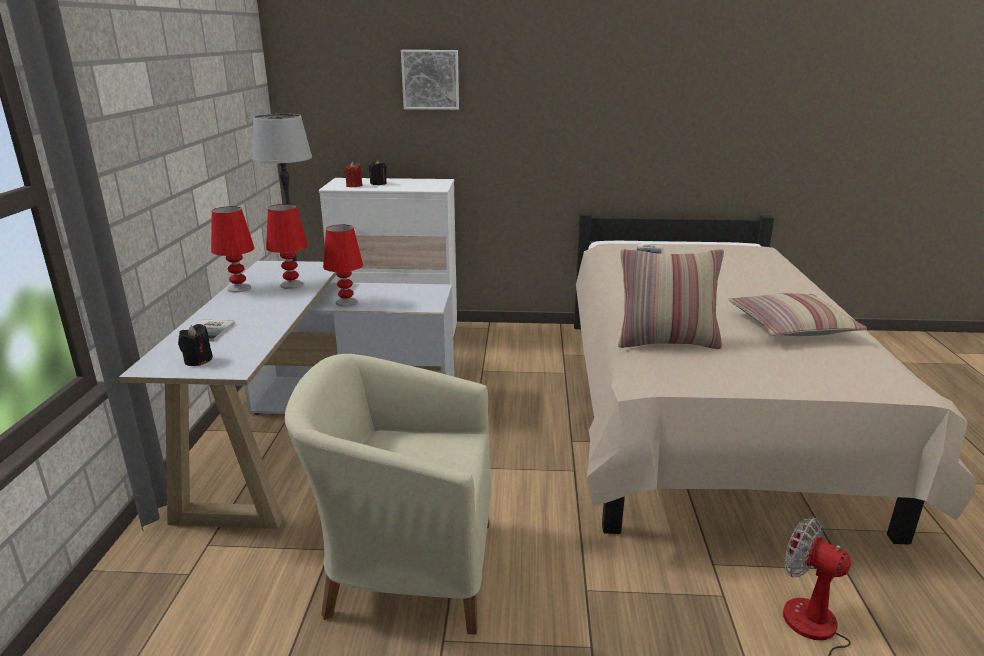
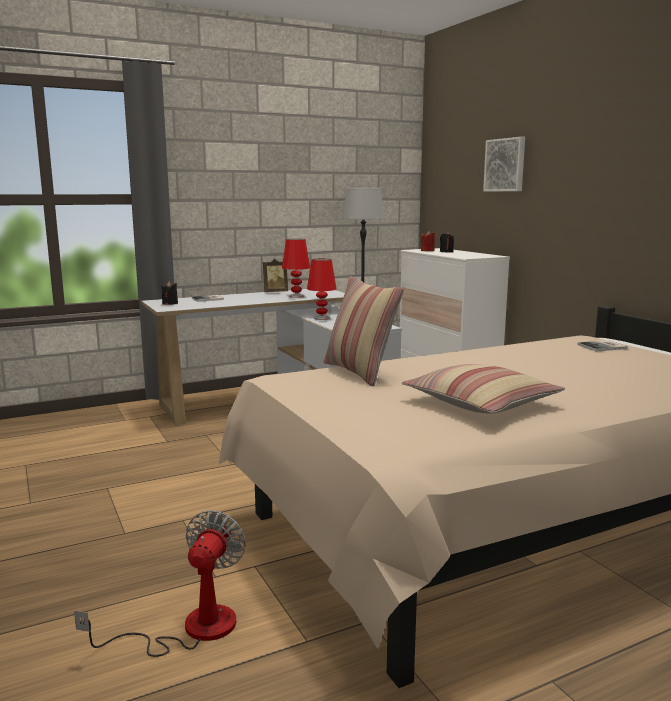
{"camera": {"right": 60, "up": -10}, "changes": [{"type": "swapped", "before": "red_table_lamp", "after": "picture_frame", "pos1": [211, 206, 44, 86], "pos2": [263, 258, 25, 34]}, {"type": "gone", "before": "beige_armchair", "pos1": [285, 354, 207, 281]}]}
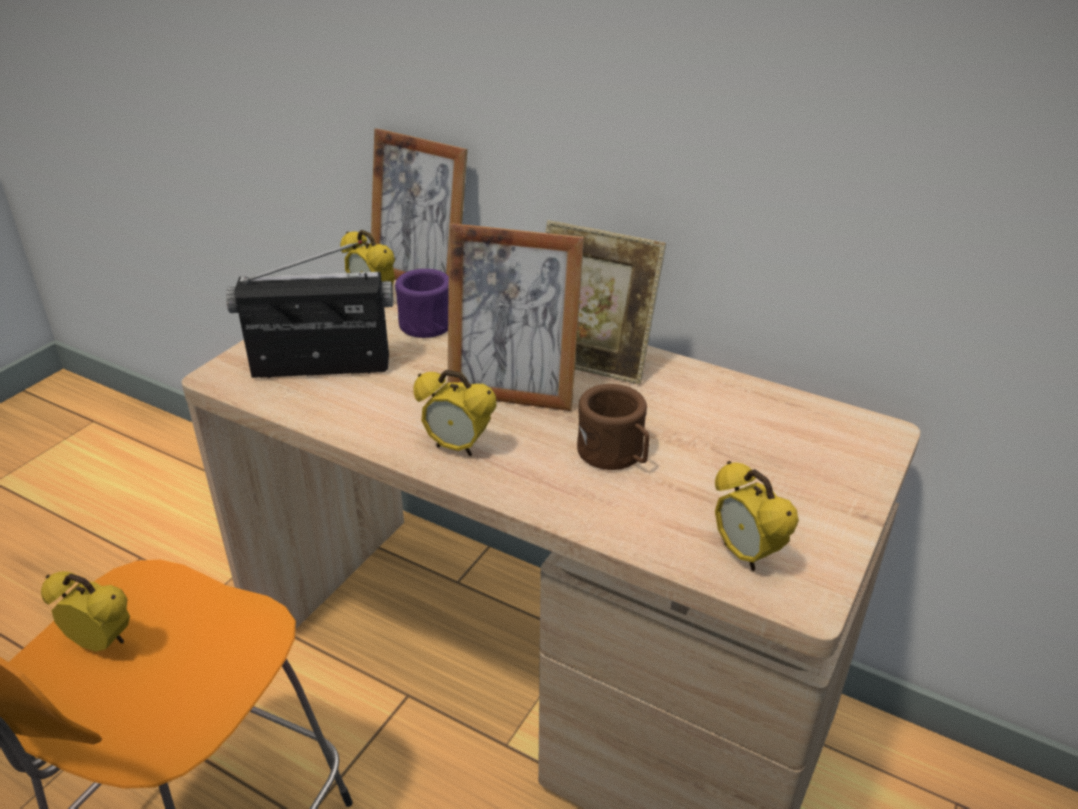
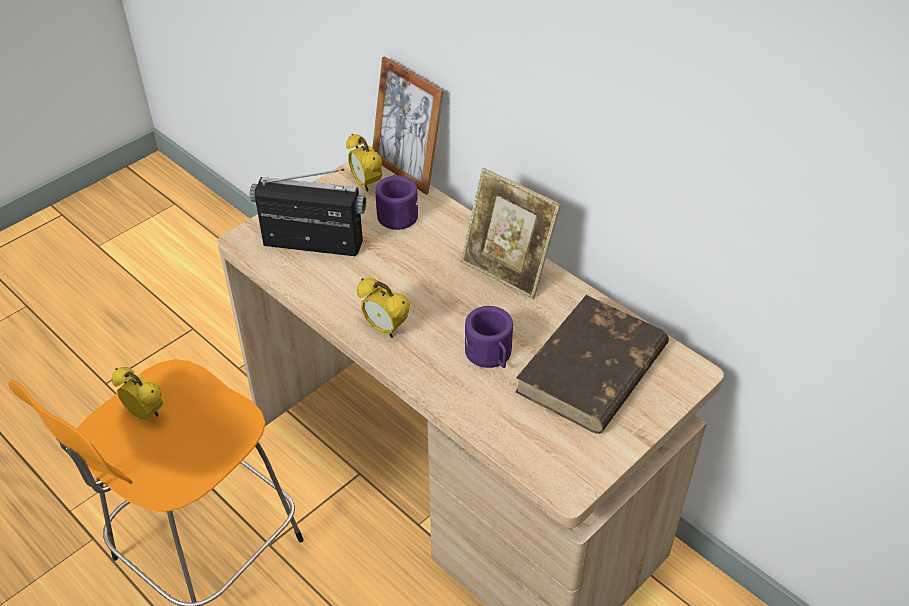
{"camera": {"right": 15, "up": 10}, "changes": [{"type": "gone", "before": "picture_frame", "pos1": [447, 223, 137, 188]}, {"type": "repainted", "before": "brown_mug", "after": "purple_mug", "pos1": [577, 384, 72, 86], "pos2": [465, 306, 48, 62]}, {"type": "gone", "before": "alarm_clock", "pos1": [715, 461, 84, 110]}, {"type": "new", "after": "brown_book", "pos2": [515, 295, 154, 139]}]}
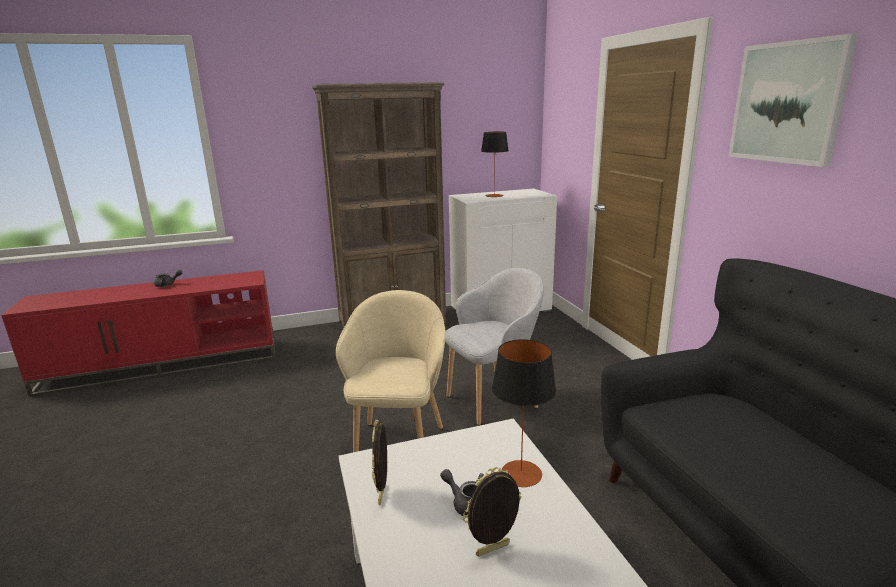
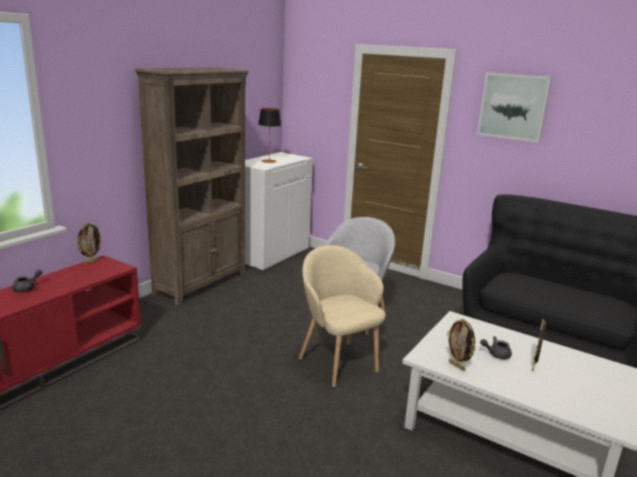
{"camera": {"right": -40, "up": 0}, "changes": [{"type": "gone", "before": "table_lamp", "pos1": [492, 339, 64, 148]}, {"type": "new", "after": "picture_frame", "pos2": [77, 222, 26, 42]}]}
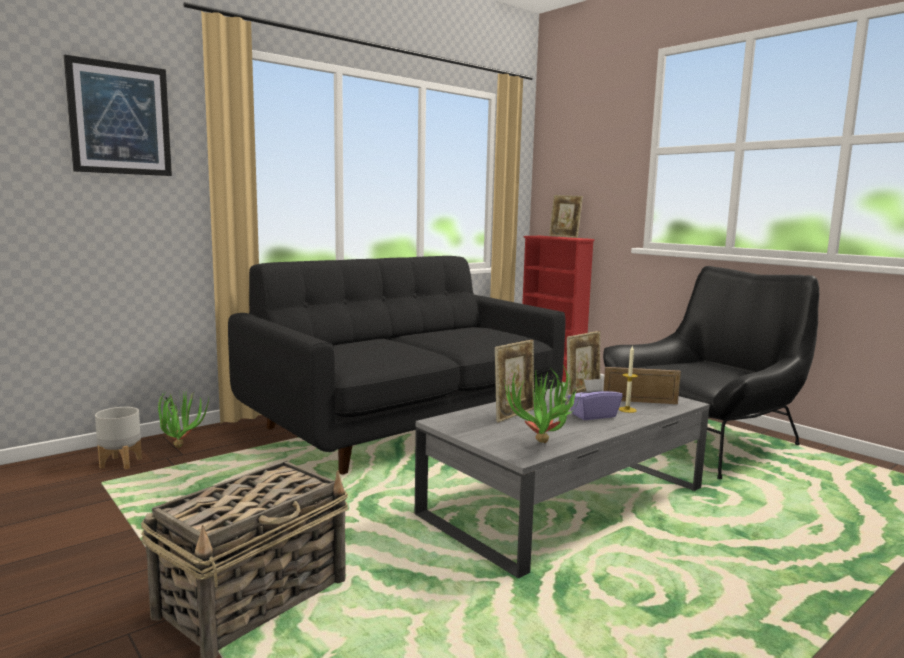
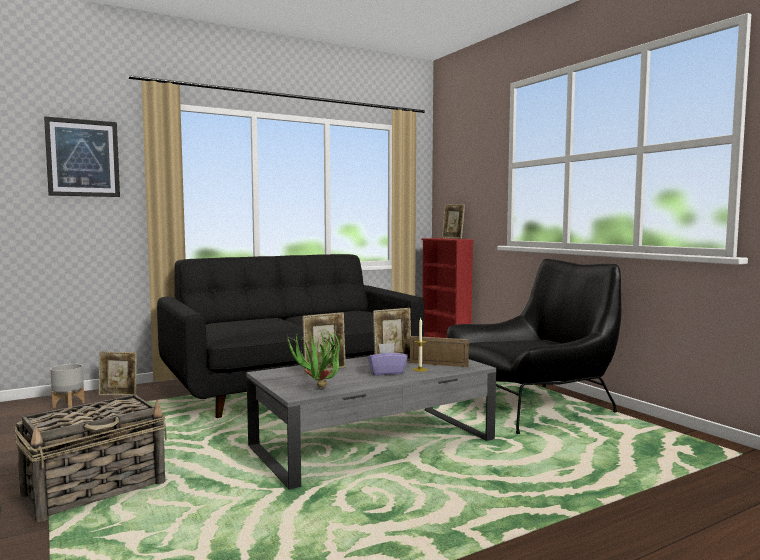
{"camera": {"right": 10, "up": -5}, "changes": [{"type": "swapped", "before": "potted_plant", "after": "picture_frame", "pos1": [158, 390, 51, 58], "pos2": [99, 351, 38, 45]}]}
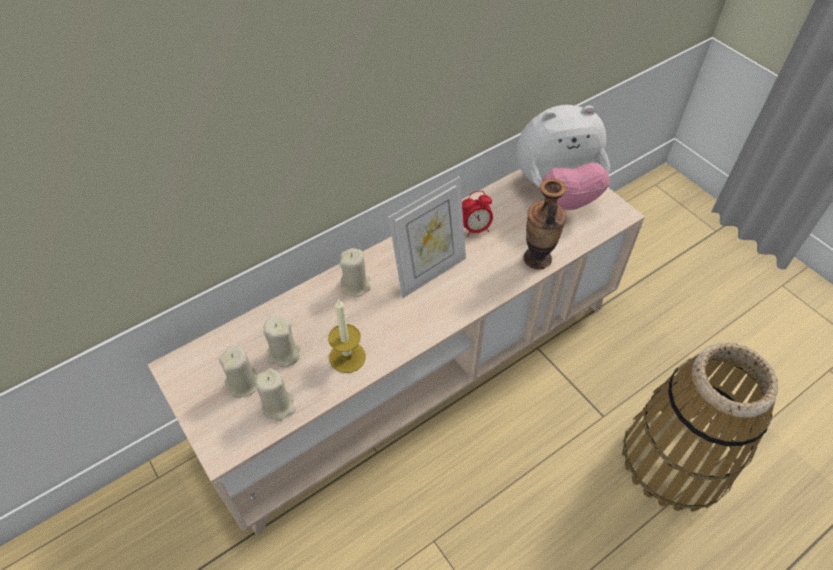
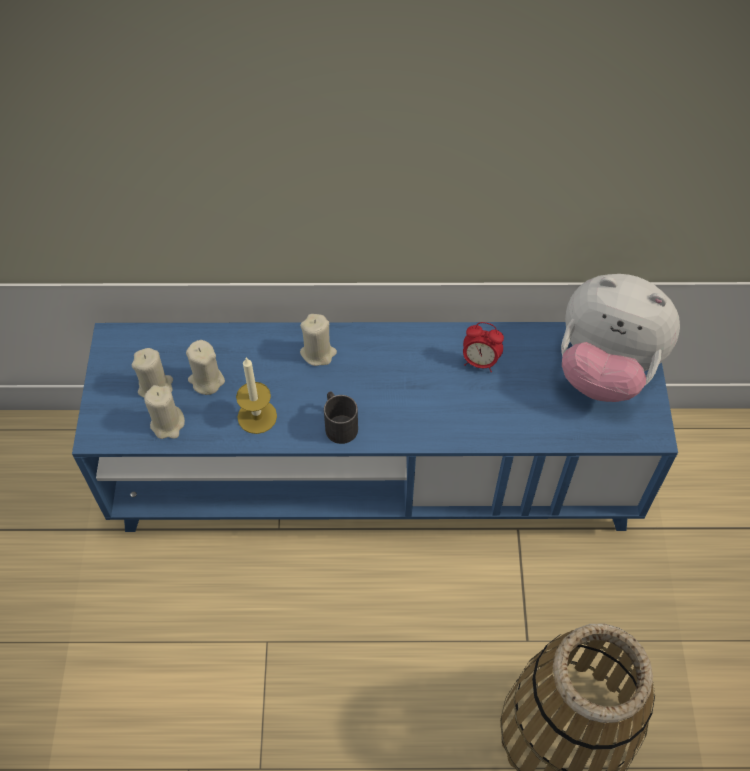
{"camera": {"right": 35, "up": 5}, "changes": [{"type": "repainted", "before": "beige_tv_stand", "after": "blue_tv_stand", "pos1": [148, 169, 497, 366], "pos2": [72, 322, 606, 210]}, {"type": "gone", "before": "picture_frame", "pos1": [388, 176, 78, 122]}, {"type": "gone", "before": "vase", "pos1": [523, 179, 43, 91]}, {"type": "new", "after": "black_mug", "pos2": [324, 392, 34, 52]}]}
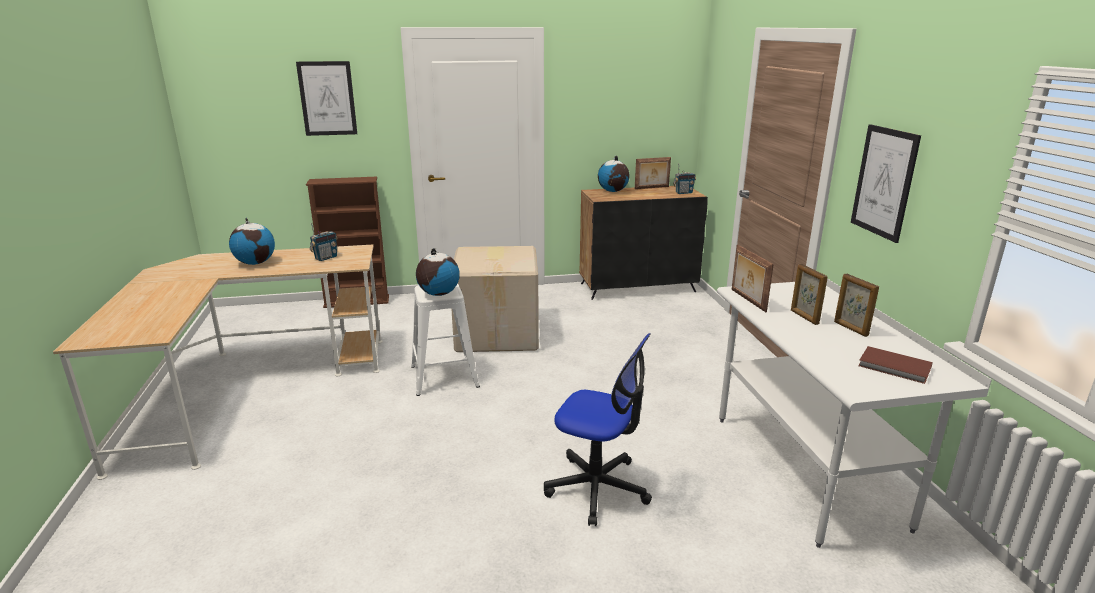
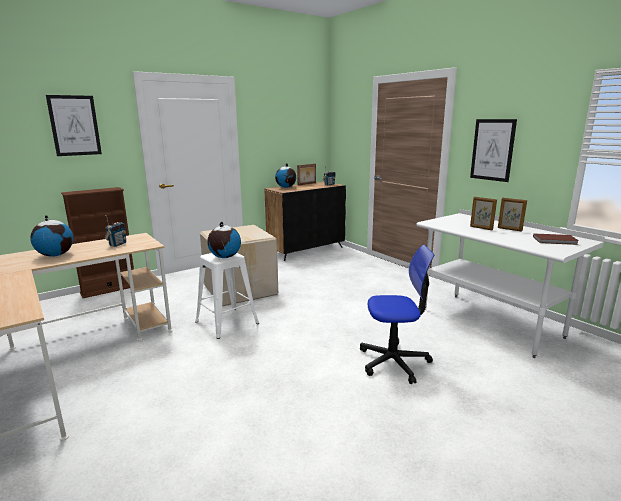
{"camera": {"right": -25, "up": -5}, "changes": [{"type": "gone", "before": "picture_frame", "pos1": [732, 245, 42, 67]}]}
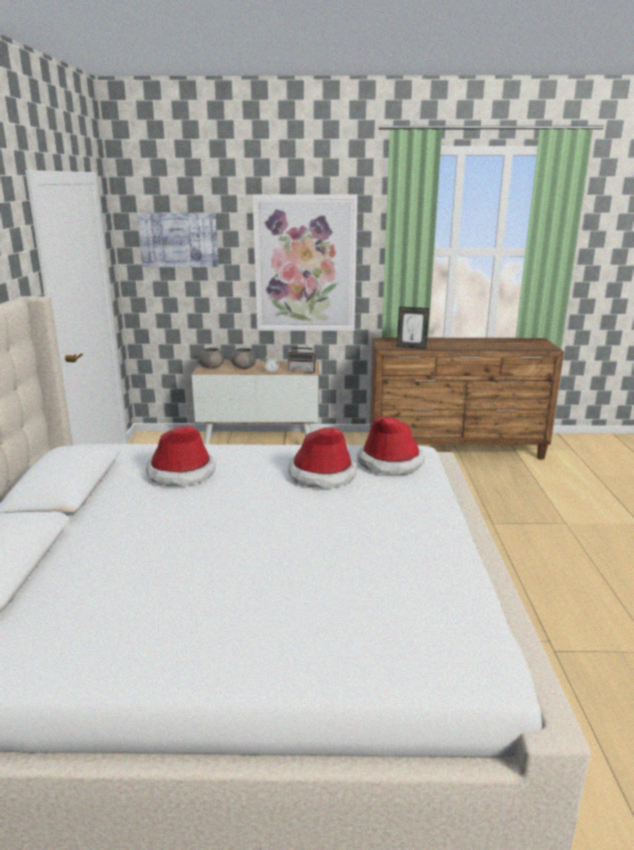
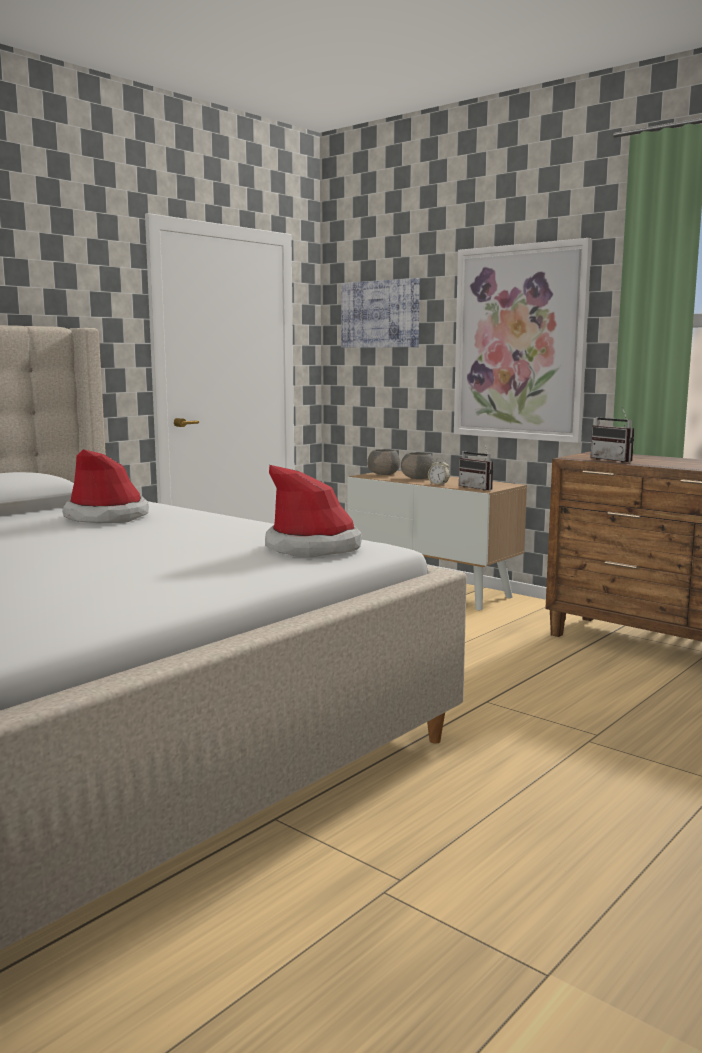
{"camera": {"right": 40, "up": -10}, "changes": [{"type": "gone", "before": "hat", "pos1": [288, 427, 69, 61]}, {"type": "swapped", "before": "picture_frame", "after": "radio", "pos1": [396, 307, 33, 42], "pos2": [590, 406, 44, 57]}]}
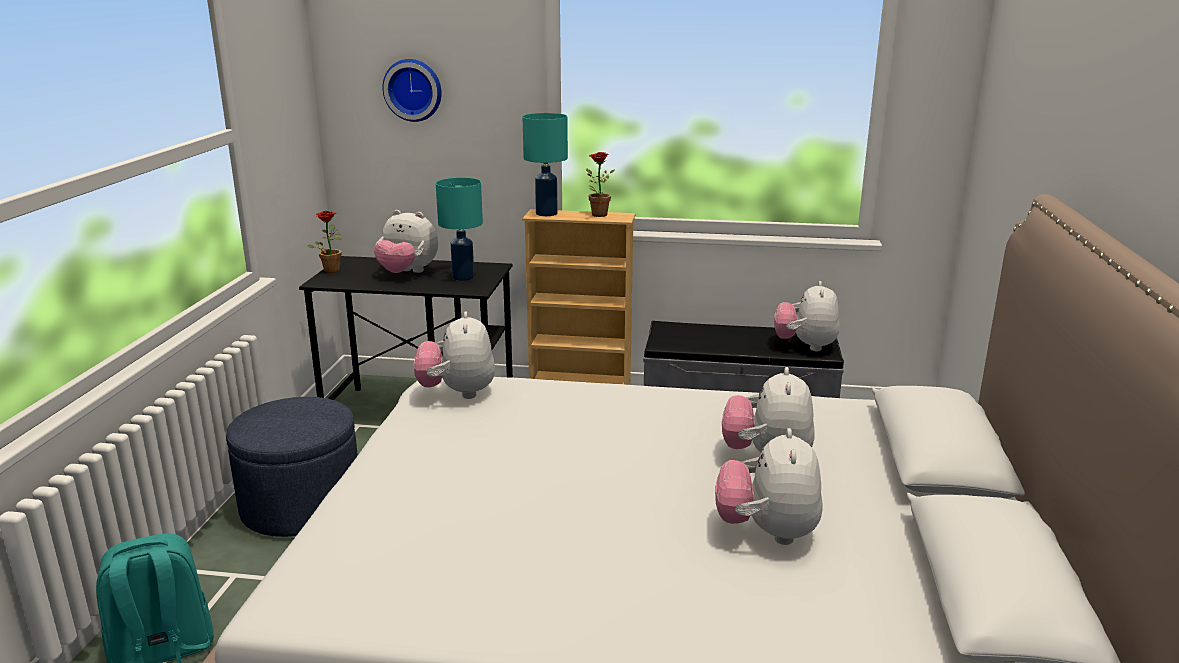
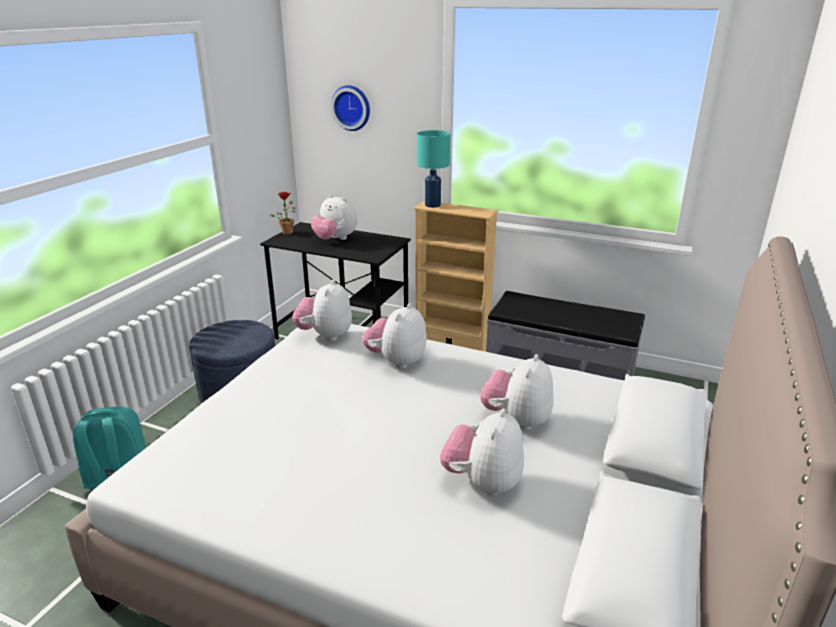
{"camera": {"right": 15, "up": 5}, "changes": [{"type": "gone", "before": "turquoise_table_lamp", "pos1": [436, 178, 47, 103]}, {"type": "gone", "before": "potted_plant", "pos1": [586, 152, 28, 65]}, {"type": "shifted", "before": "plush_toy", "pos1": [774, 281, 66, 70], "pos2": [362, 303, 65, 66]}]}
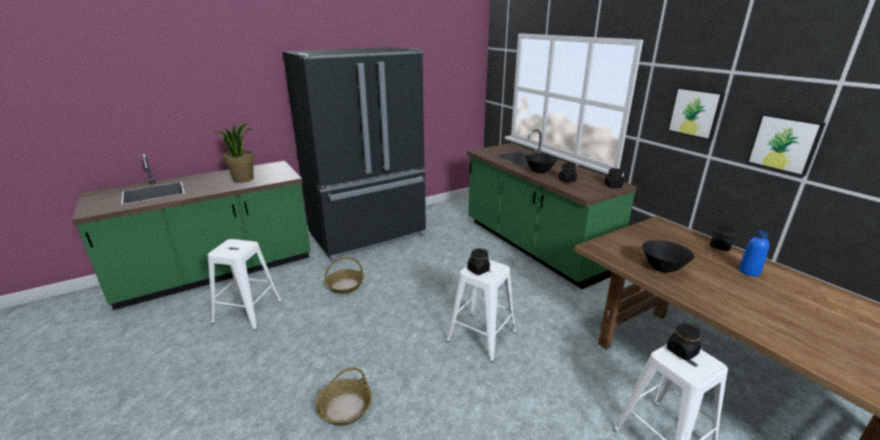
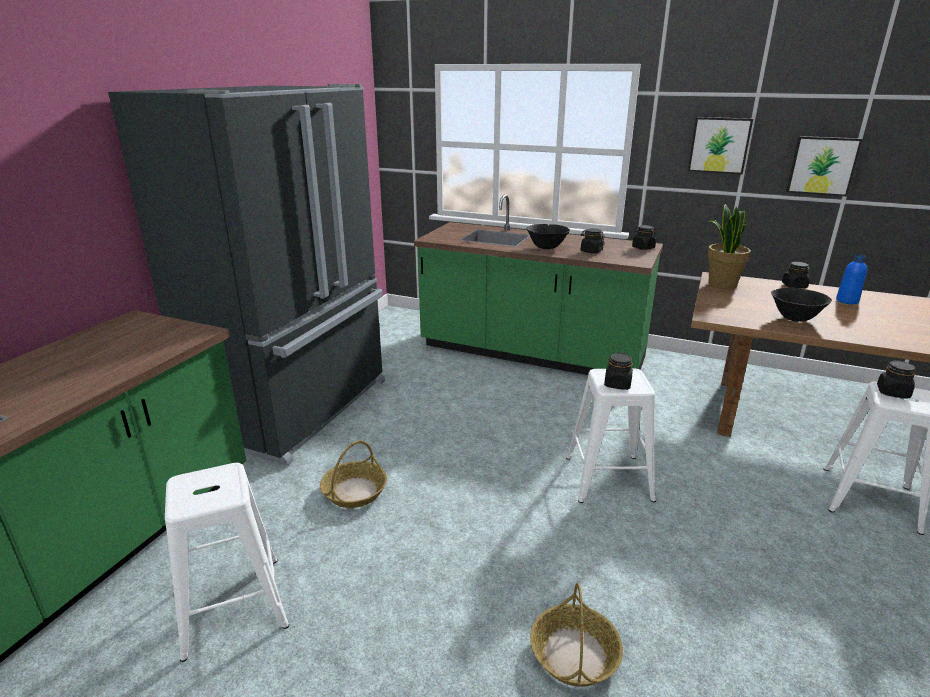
{"camera": {"right": -35, "up": 0}, "changes": [{"type": "shifted", "before": "potted_plant", "pos1": [216, 123, 38, 60], "pos2": [707, 204, 44, 85]}]}
